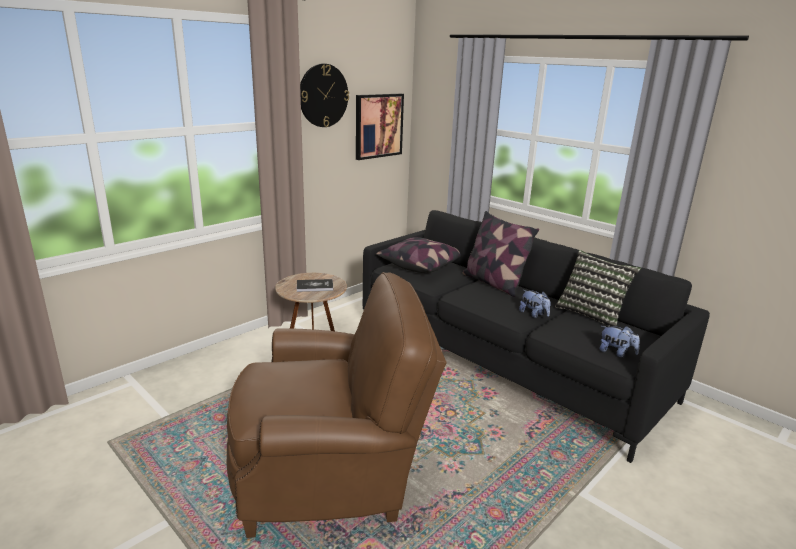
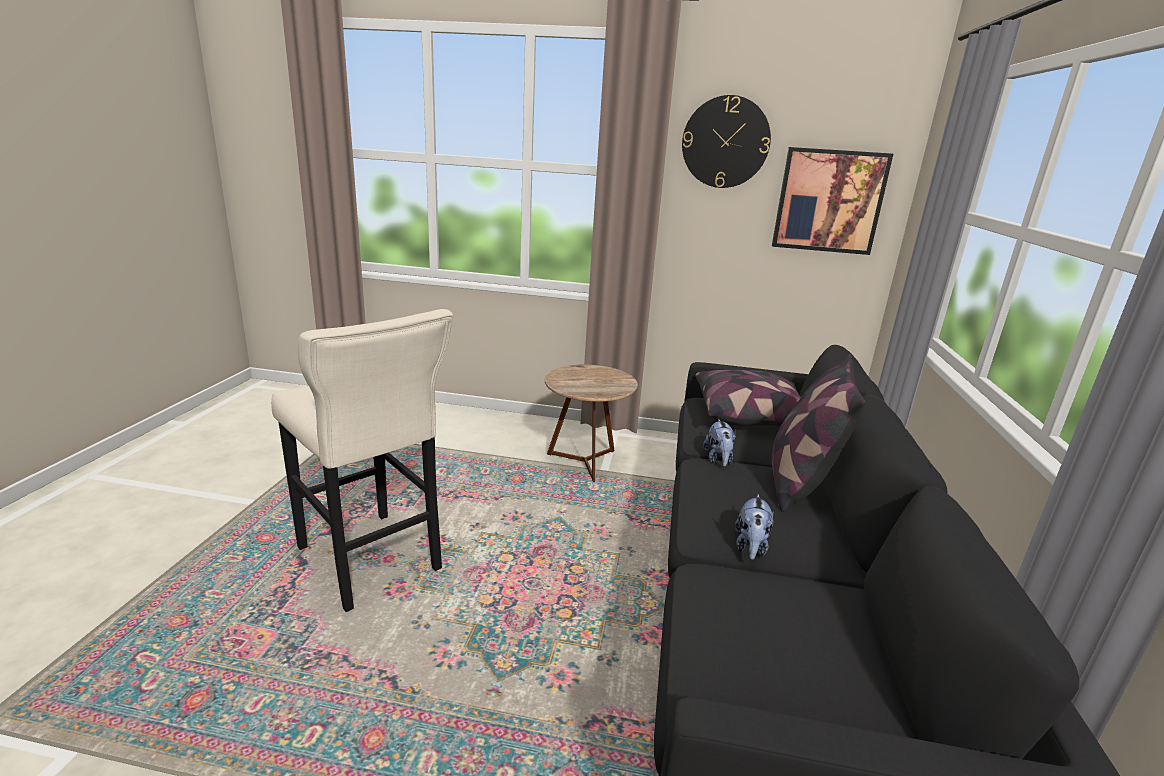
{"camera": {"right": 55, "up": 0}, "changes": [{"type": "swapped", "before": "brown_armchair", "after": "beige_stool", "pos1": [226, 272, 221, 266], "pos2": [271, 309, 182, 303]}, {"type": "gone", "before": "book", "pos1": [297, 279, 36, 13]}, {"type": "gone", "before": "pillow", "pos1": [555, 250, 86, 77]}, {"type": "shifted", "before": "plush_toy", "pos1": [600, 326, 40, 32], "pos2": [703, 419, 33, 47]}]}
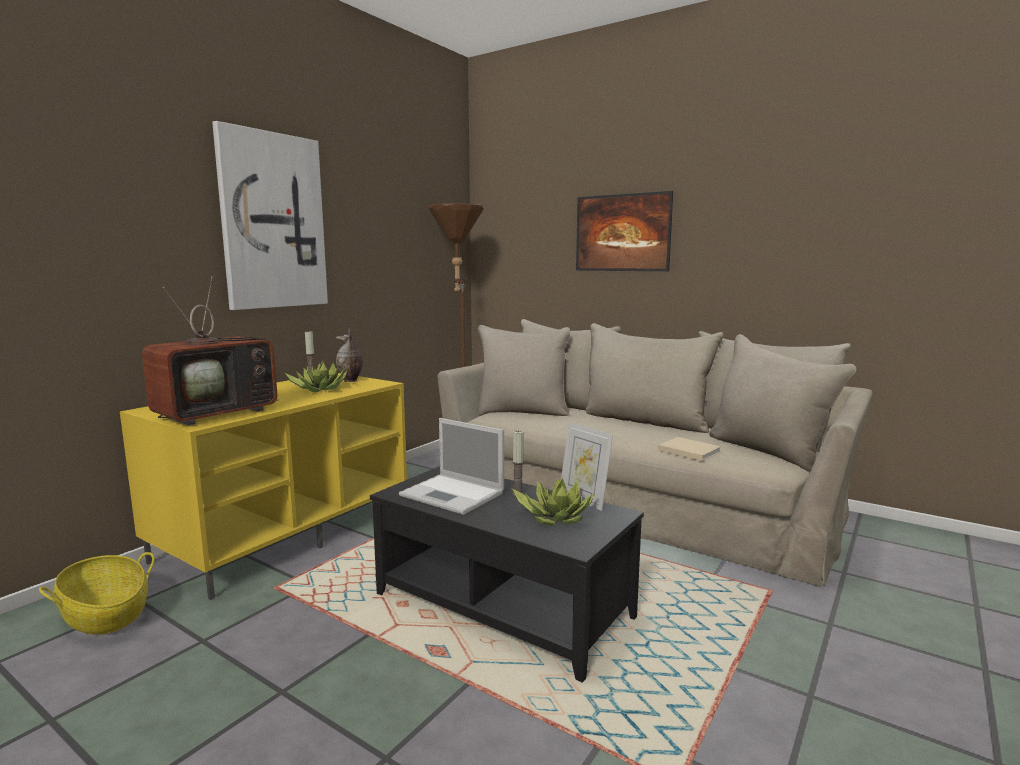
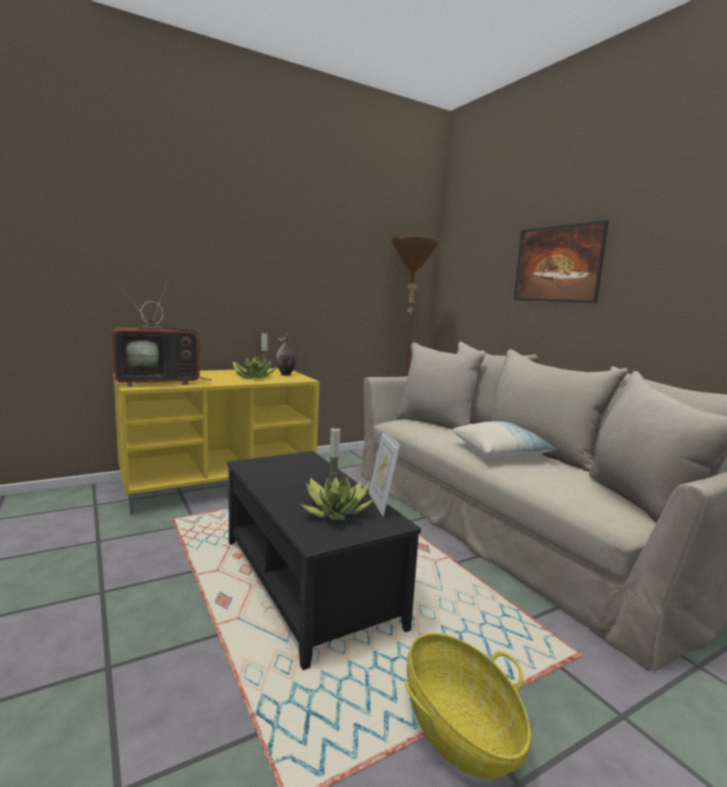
{"camera": {"right": 25, "up": 0}, "changes": [{"type": "shifted", "before": "basket", "pos1": [39, 552, 116, 83], "pos2": [405, 633, 126, 146]}, {"type": "gone", "before": "picture", "pos1": [212, 121, 116, 189]}, {"type": "gone", "before": "laptop", "pos1": [399, 418, 105, 97]}, {"type": "gone", "before": "beige_book", "pos1": [658, 437, 63, 24]}, {"type": "new", "after": "pillow", "pos2": [452, 421, 106, 38]}]}
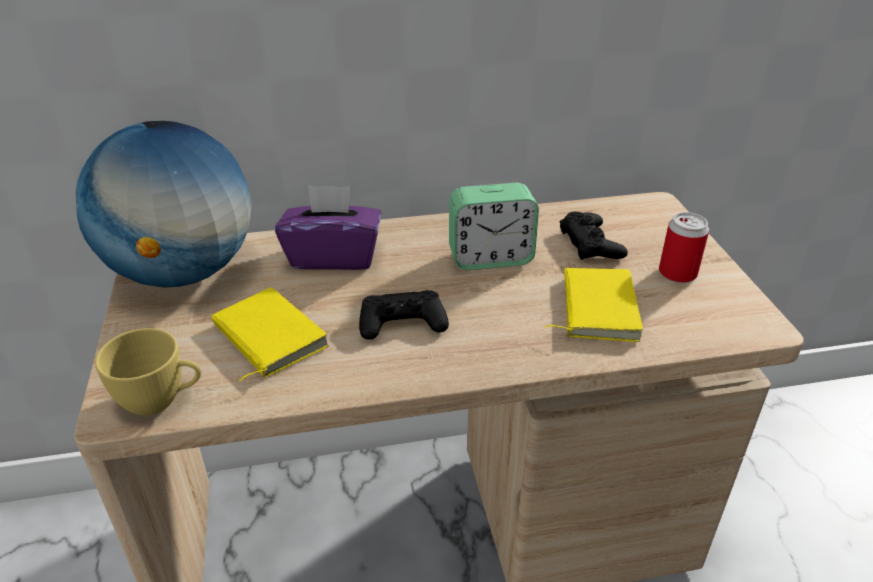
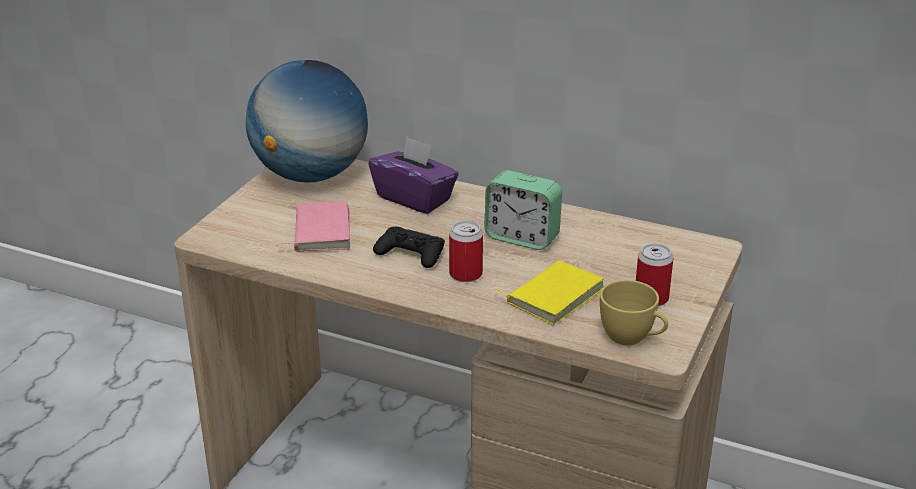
{"camera": {"right": 35, "up": -5}, "changes": [{"type": "shifted", "before": "yellow_cup", "pos1": [95, 328, 106, 87], "pos2": [600, 280, 68, 65]}, {"type": "repainted", "before": "yellow_book", "after": "pink_book", "pos1": [211, 287, 118, 94], "pos2": [276, 201, 74, 50]}, {"type": "gone", "before": "black_game_controller", "pos1": [560, 212, 68, 48]}, {"type": "new", "after": "can", "pos2": [449, 221, 34, 61]}]}
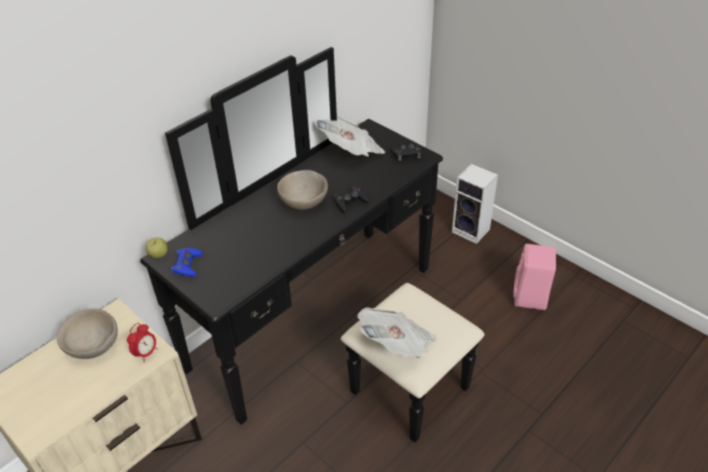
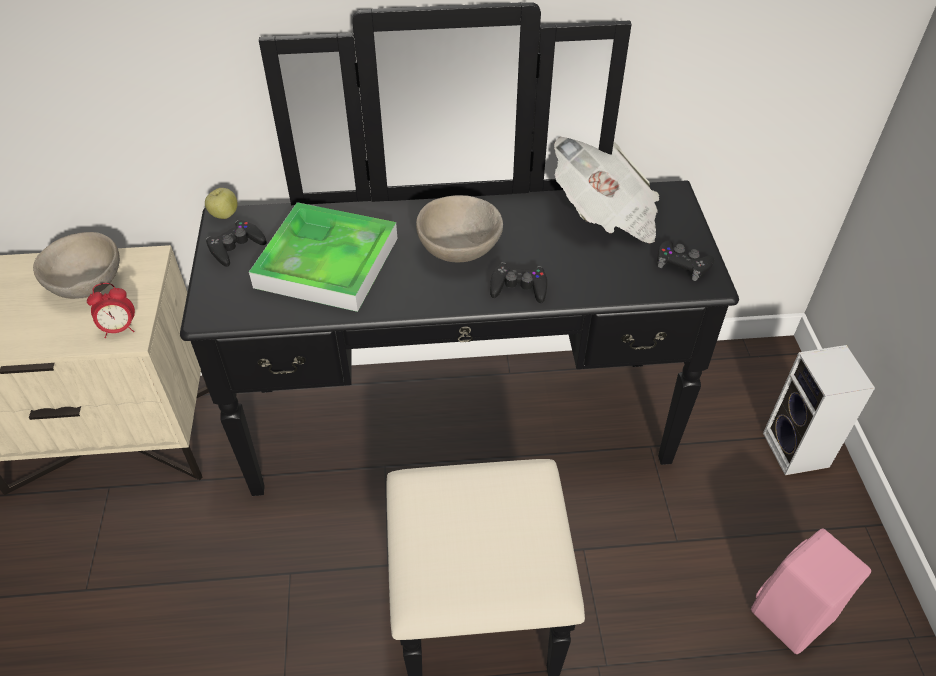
{"camera": {"right": 40, "up": 5}, "changes": [{"type": "repainted", "before": "blue_game_controller", "after": "black_game_controller", "pos1": [171, 248, 31, 29], "pos2": [206, 220, 61, 47]}, {"type": "gone", "before": "newspaper", "pos1": [357, 308, 80, 50]}, {"type": "new", "after": "tray", "pos2": [249, 202, 148, 110]}]}
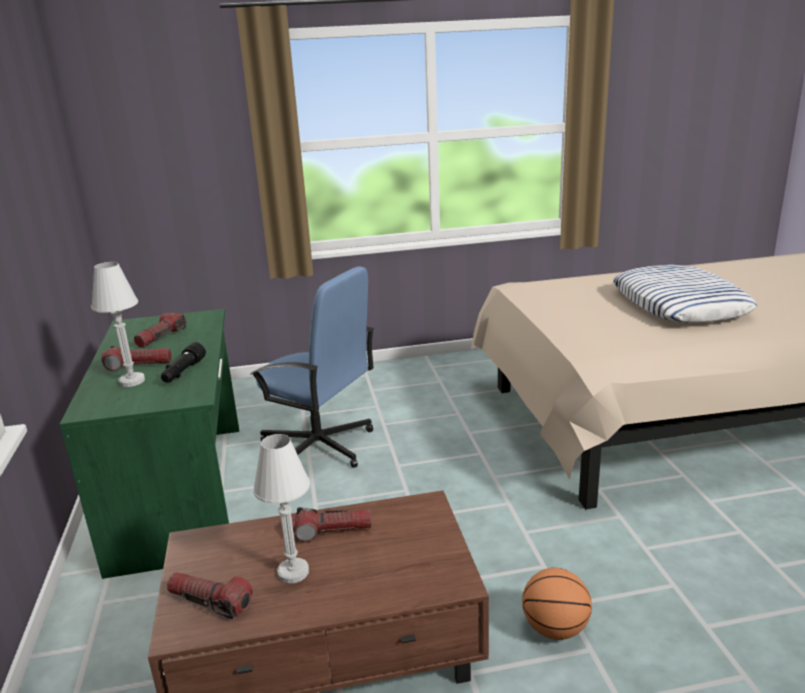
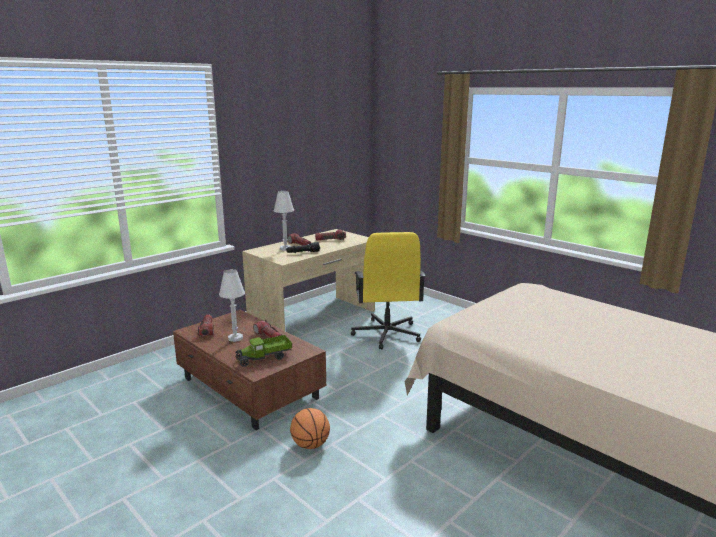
{"camera": {"right": 55, "up": -5}, "changes": [{"type": "repainted", "before": "green_desk", "after": "beige_desk", "pos1": [60, 309, 179, 270], "pos2": [242, 229, 133, 102]}, {"type": "repainted", "before": "blue_office_chair", "after": "yellow_office_chair", "pos1": [250, 266, 124, 202], "pos2": [351, 232, 75, 118]}, {"type": "gone", "before": "pillow", "pos1": [613, 265, 144, 58]}, {"type": "new", "after": "toy_truck", "pos2": [235, 335, 57, 32]}]}
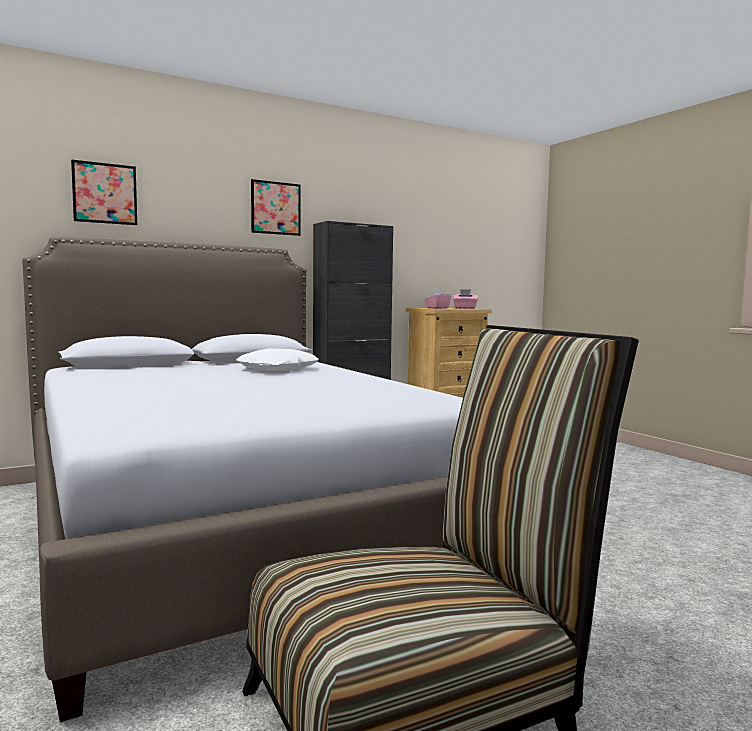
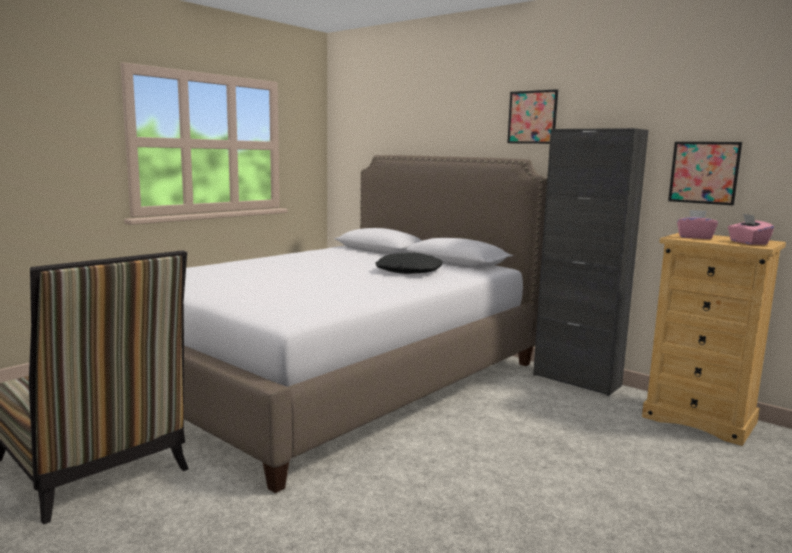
{"camera": {"right": 70, "up": 5}, "changes": [{"type": "shifted", "before": "picture", "pos1": [71, 160, 66, 65], "pos2": [668, 142, 74, 63]}, {"type": "repainted", "before": "white_pillow", "after": "black_pillow", "pos1": [236, 348, 82, 23], "pos2": [375, 253, 68, 21]}]}
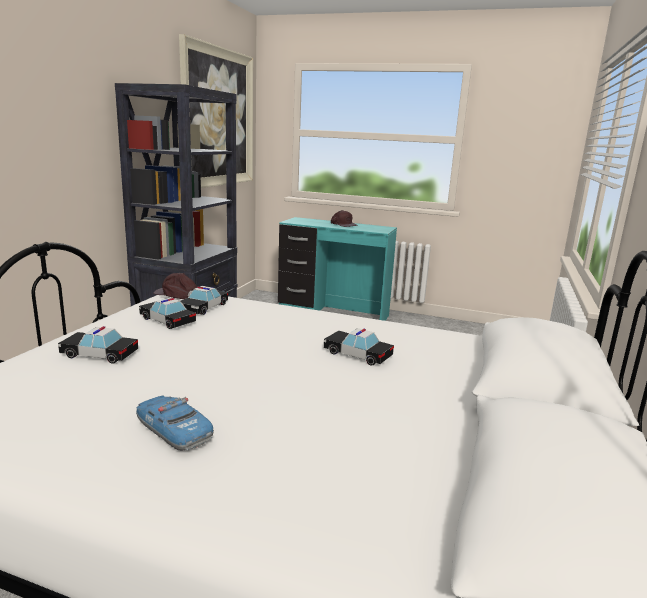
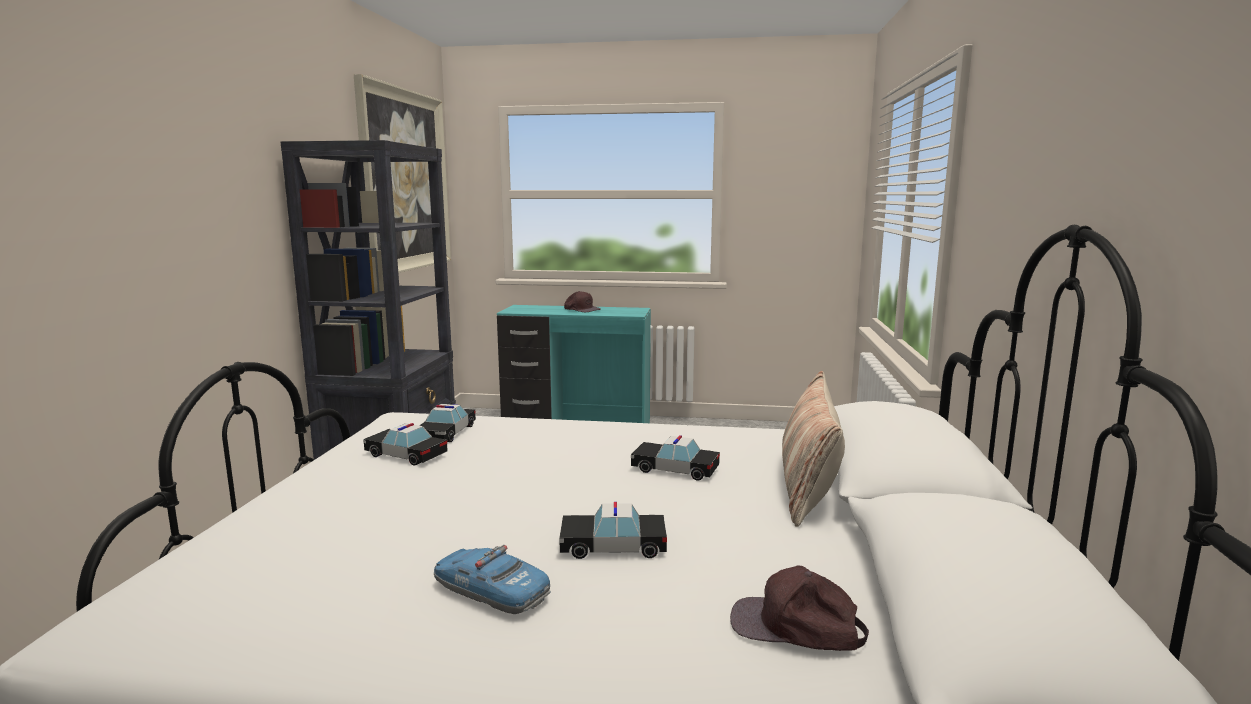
{"camera": {"right": -10, "up": -5}, "changes": [{"type": "shifted", "before": "toy_car", "pos1": [58, 326, 80, 38], "pos2": [559, 502, 108, 57]}, {"type": "shifted", "before": "brown_cap", "pos1": [154, 273, 43, 26], "pos2": [730, 565, 139, 86]}, {"type": "new", "after": "pillow", "pos2": [782, 371, 63, 156]}]}
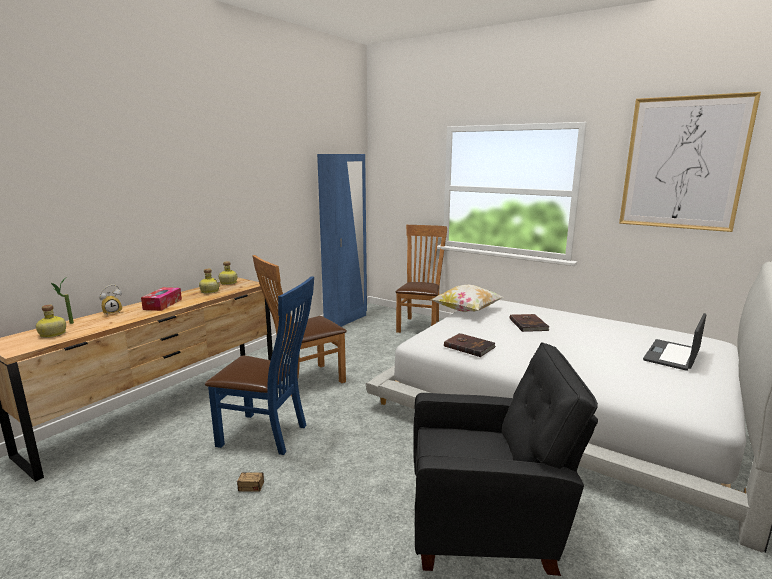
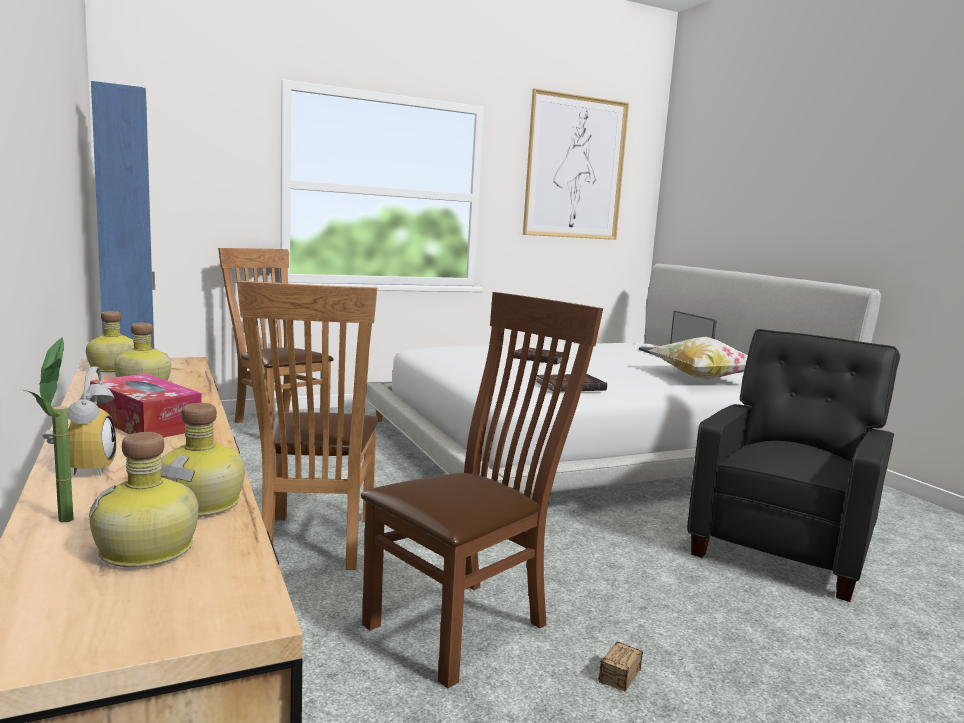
{"camera": {"right": -60, "up": -5}, "changes": [{"type": "repainted", "before": "blue_chair", "after": "brown_chair", "pos1": [205, 276, 109, 179], "pos2": [361, 292, 242, 397]}, {"type": "shifted", "before": "pillow", "pos1": [431, 285, 72, 27], "pos2": [648, 337, 100, 43]}, {"type": "new", "after": "bottle", "pos2": [161, 403, 84, 114]}]}
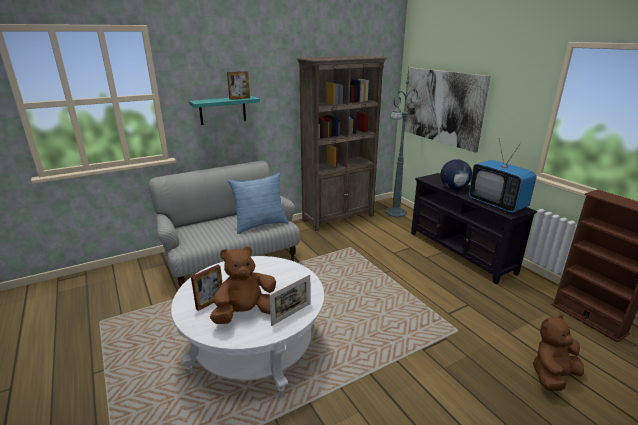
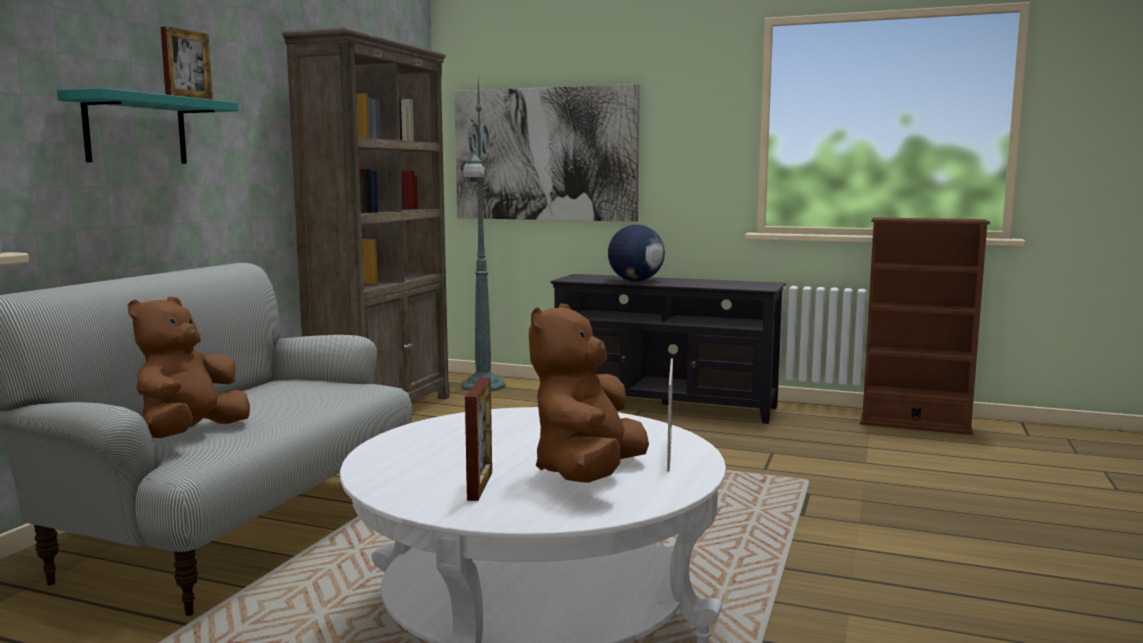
{"camera": {"right": -40, "up": -15}, "changes": [{"type": "gone", "before": "pillow", "pos1": [228, 173, 61, 61]}, {"type": "gone", "before": "television", "pos1": [469, 139, 68, 74]}, {"type": "shifted", "before": "brown_plush_toy", "pos1": [533, 314, 51, 77], "pos2": [128, 297, 122, 141]}]}
